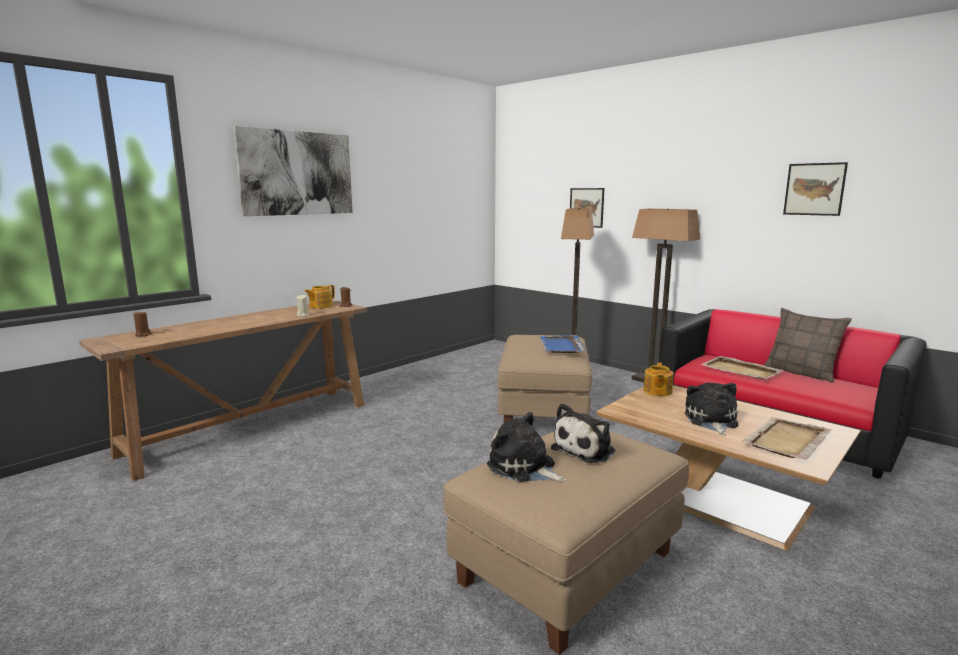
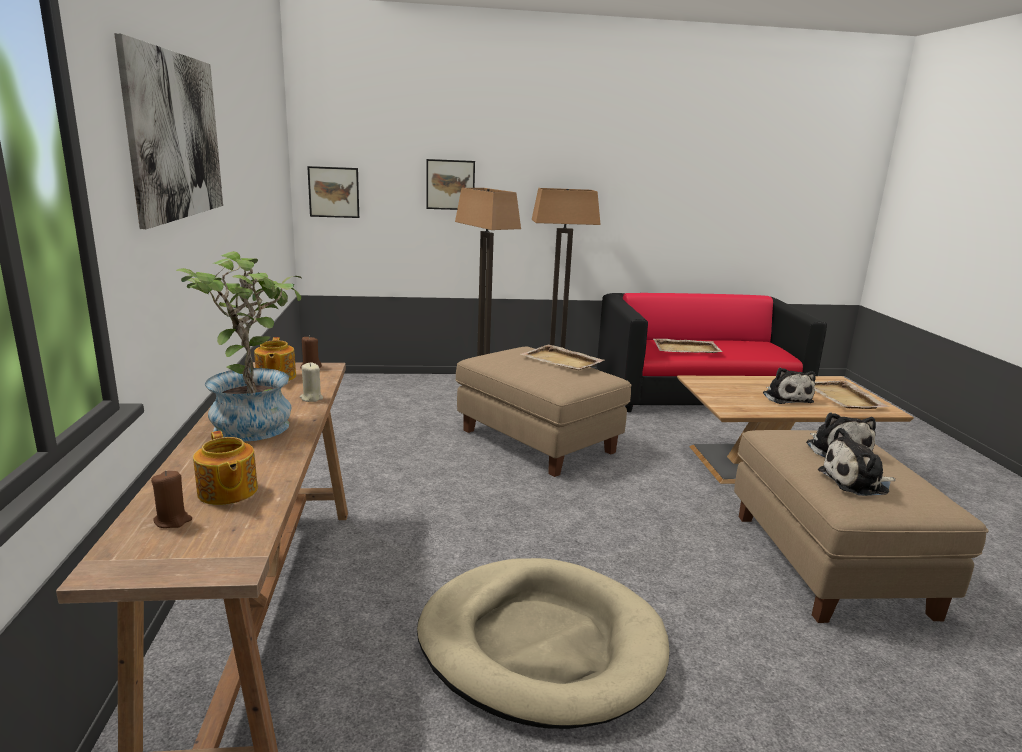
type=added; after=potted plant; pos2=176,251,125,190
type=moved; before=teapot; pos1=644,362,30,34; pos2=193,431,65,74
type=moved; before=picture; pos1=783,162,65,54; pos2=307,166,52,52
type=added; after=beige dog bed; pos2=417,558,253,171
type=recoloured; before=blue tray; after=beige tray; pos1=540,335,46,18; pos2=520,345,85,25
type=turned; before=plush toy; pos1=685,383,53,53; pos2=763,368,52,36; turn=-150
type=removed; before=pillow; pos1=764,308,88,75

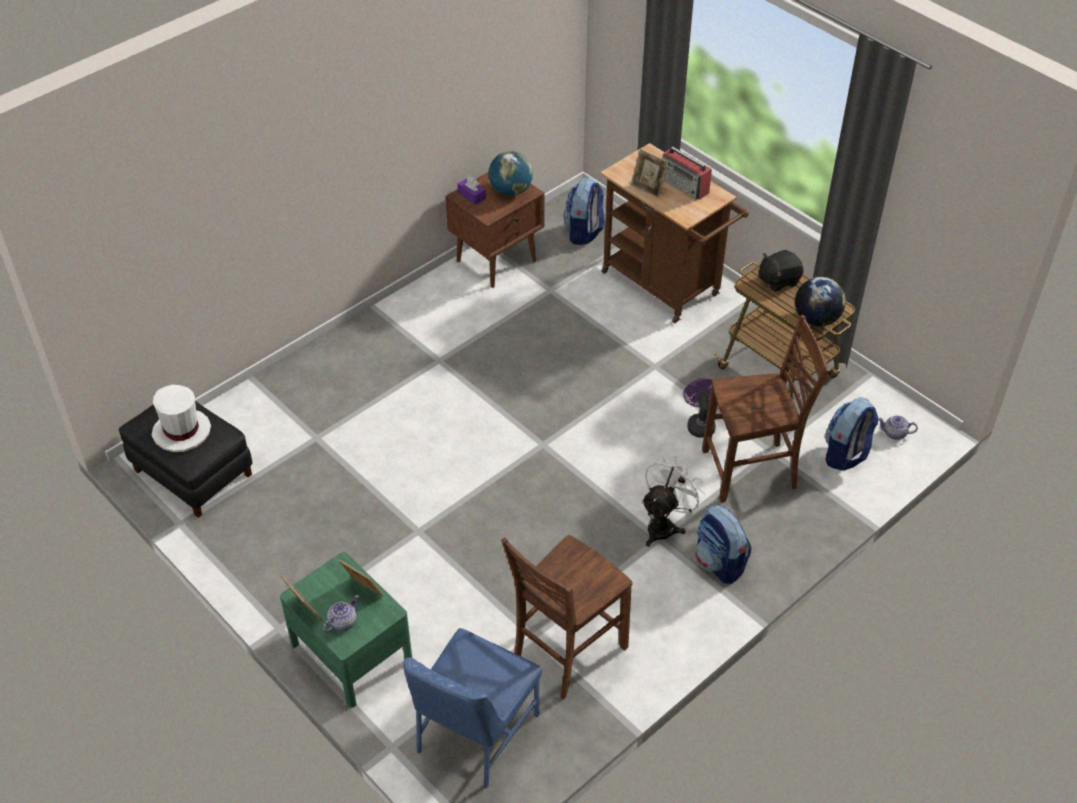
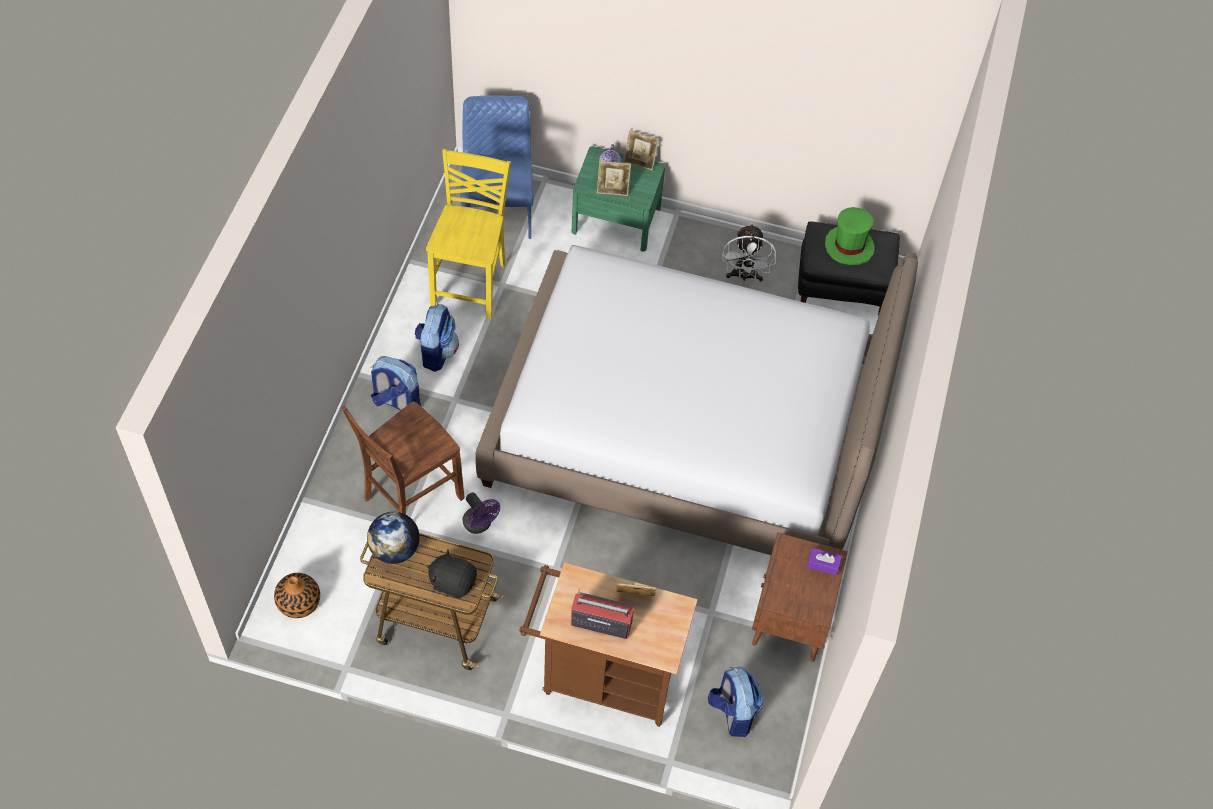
type=replaced; before=teapot; after=vase; pos1=878,415,40,25; pos2=274,573,46,45
type=moved; before=backpack; pos1=825,397,53,74; pos2=415,304,44,68
type=recoloured; before=brown chair; after=yellow chair; pos1=501,535,131,164; pos2=426,149,85,170
type=turned; before=black plush toy; pos1=758,250,46,42; pos2=427,549,50,50; turn=-105
type=added; after=bed; pos2=475,245,443,310
type=moved; before=white fan; pos1=641,456,64,91; pos2=723,224,53,58
type=recoloured; before=white hat; after=green hat; pos1=152,385,59,67; pos2=825,207,50,58
type=removed; before=globe; pos1=489,151,44,45

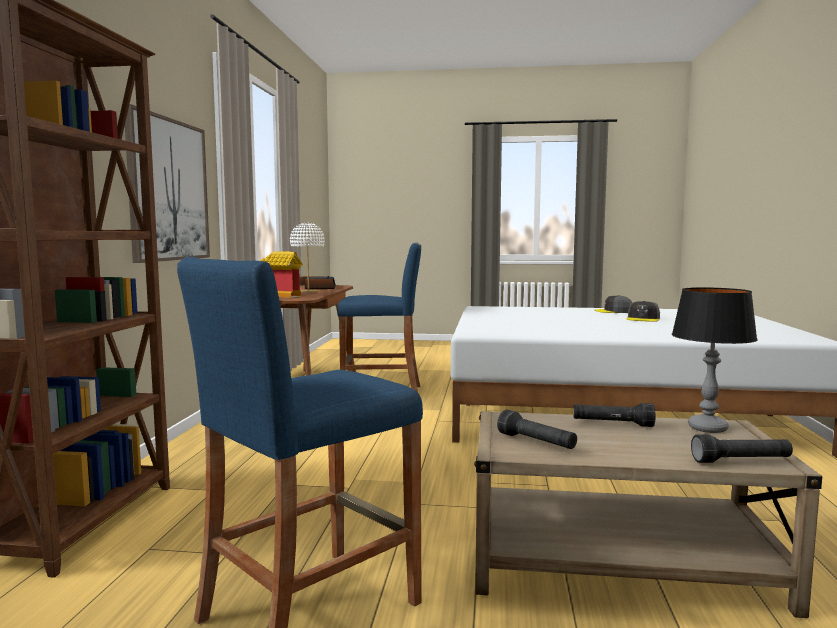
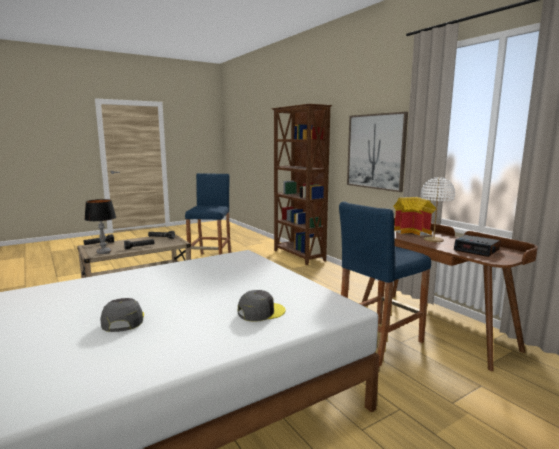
type=moved; before=grey cap; pos1=594,295,38,18; pos2=238,290,48,32

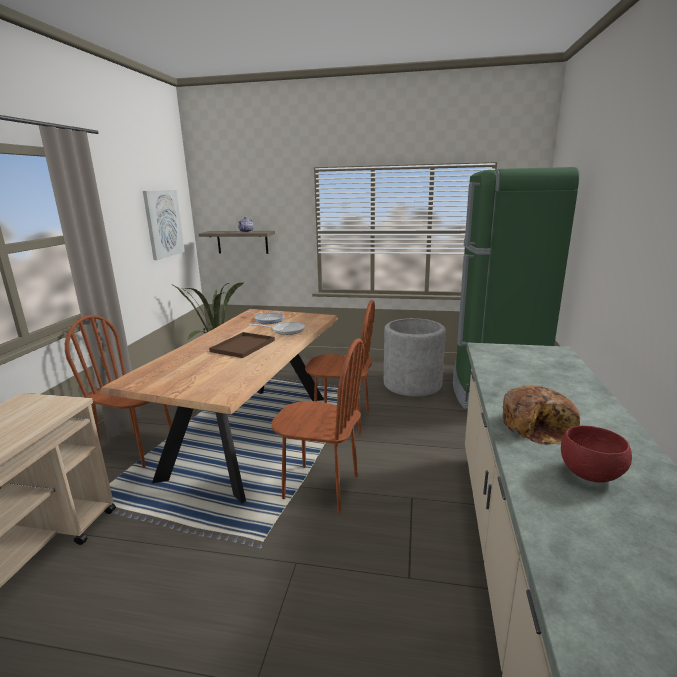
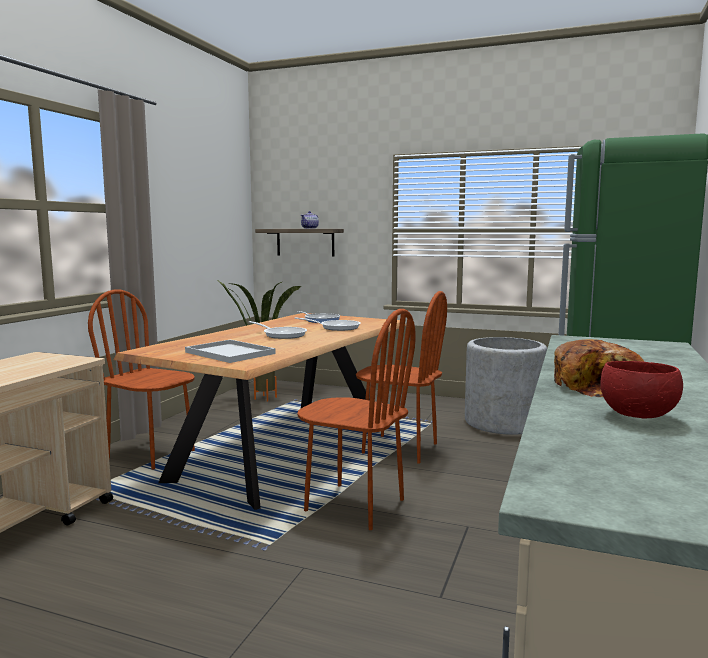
type=added; after=white tray; pos2=185,340,91,23
type=replaced; before=brown tray; after=frying pan; pos1=209,332,66,26; pos2=249,321,58,18
type=removed; before=picture; pos1=143,190,42,70

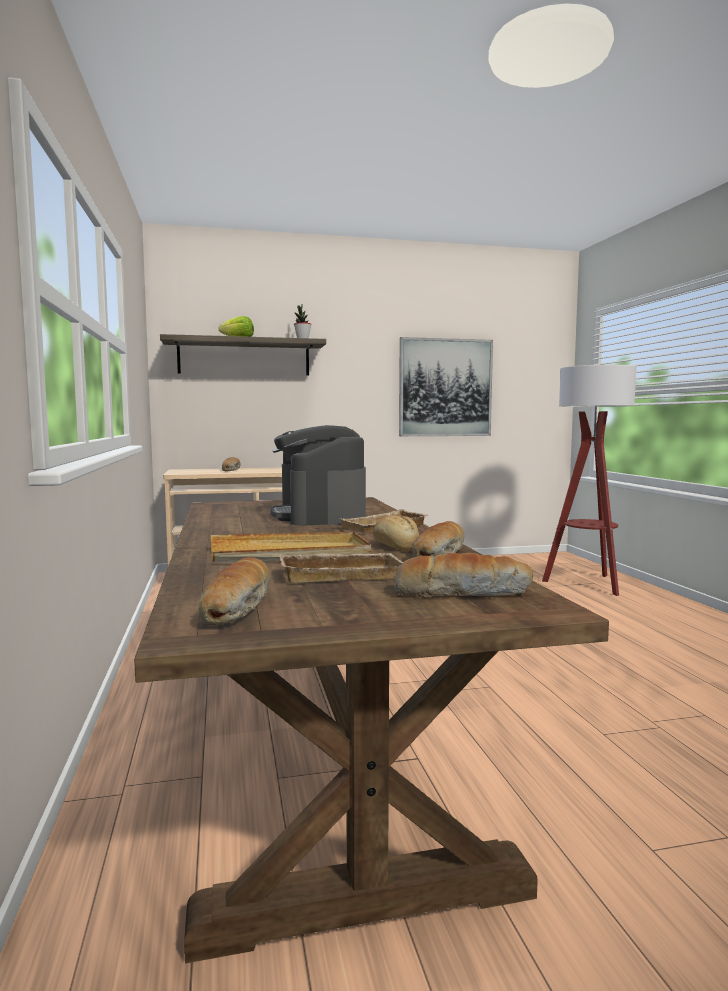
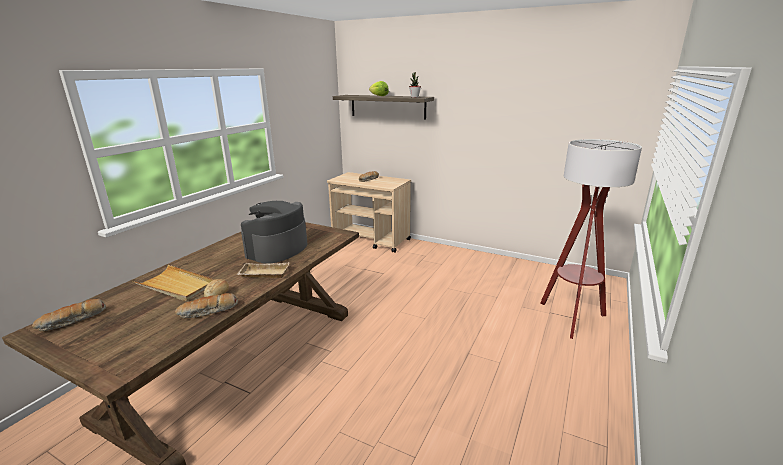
type=removed; before=beige tray; pos1=279,553,124,30
type=removed; before=bread; pos1=394,553,139,45
type=removed; before=picture; pos1=399,337,94,99

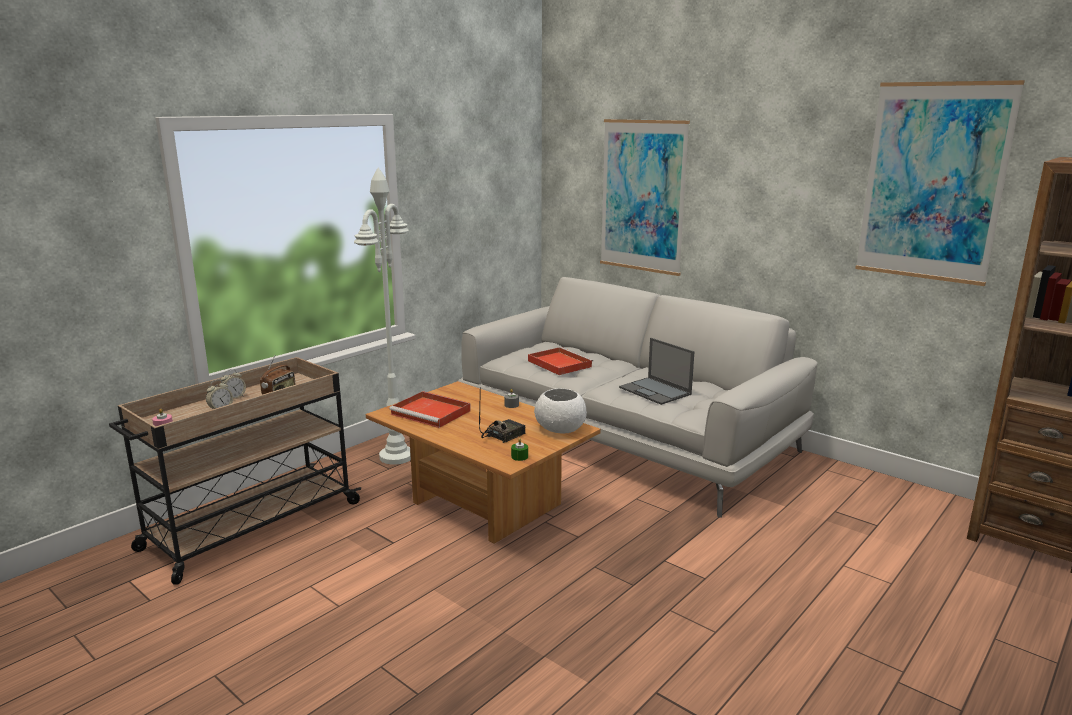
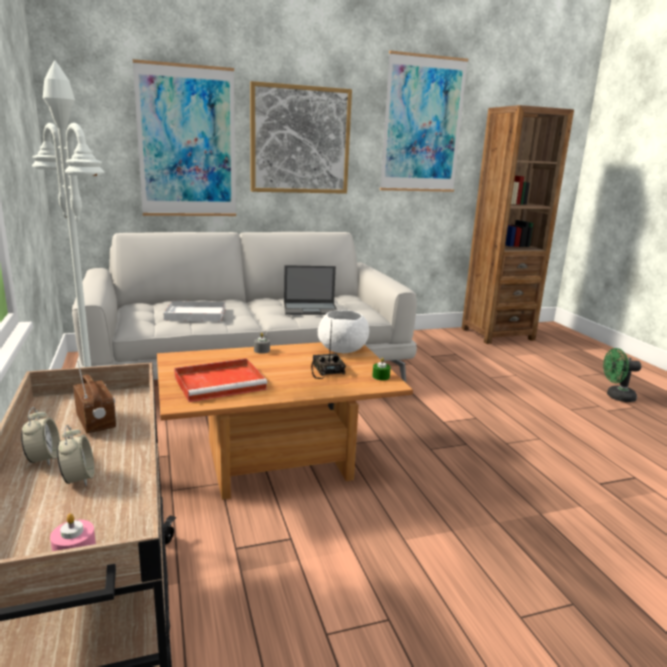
type=recoloured; before=red tray; after=white tray; pos1=528,347,65,28; pos2=164,301,62,20
type=added; after=picture; pos2=250,81,102,113
type=added; after=green fan; pos2=603,348,38,54

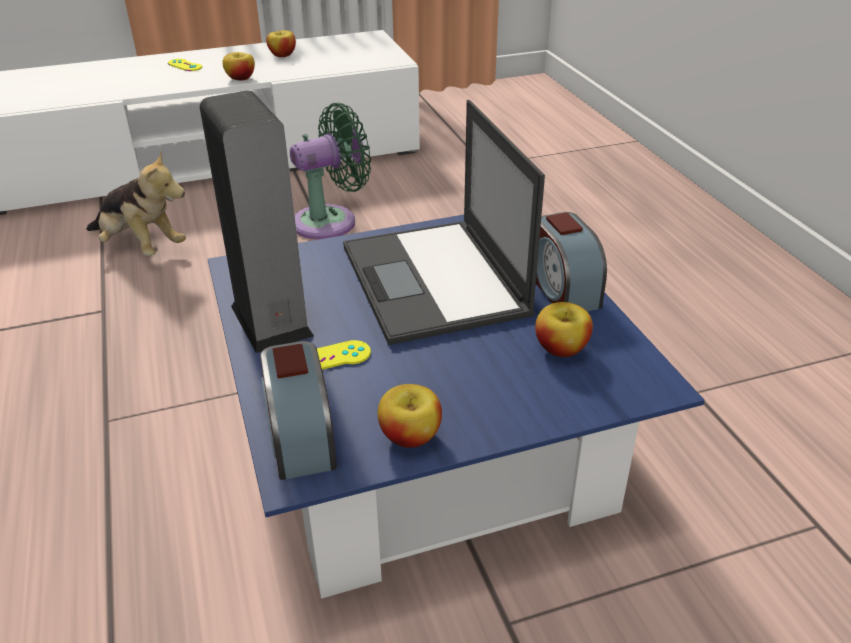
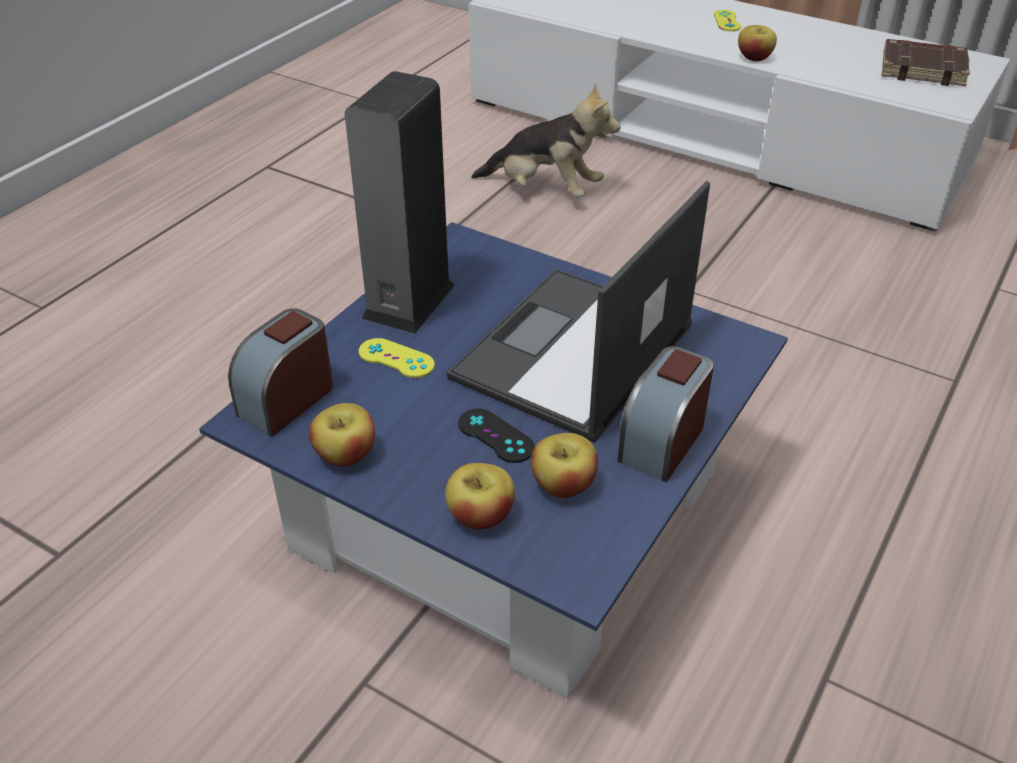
type=moved; before=apple; pos1=266,30,30,27; pos2=445,463,70,66
type=added; after=black game controller; pos2=458,409,77,54
type=turned; before=plush toy; pos1=86,151,100,105; pos2=472,83,148,115; turn=-60
type=added; after=brown book; pos2=882,39,88,47
type=removed; before=green fan; pos1=290,102,81,137

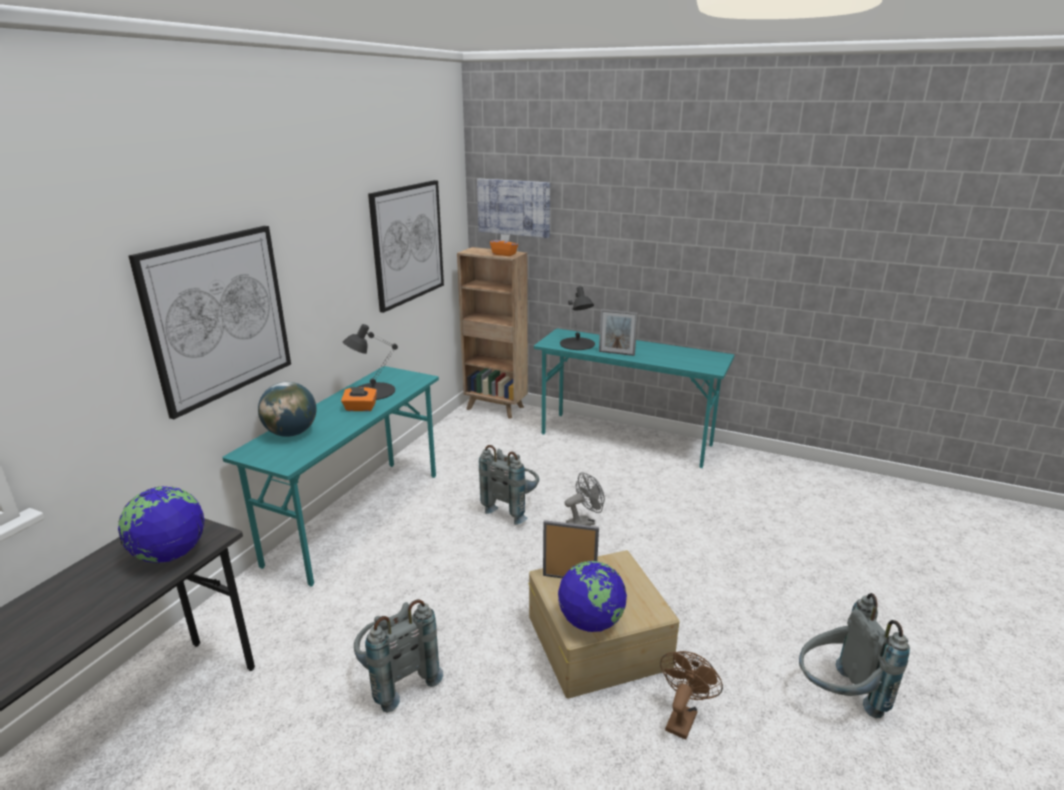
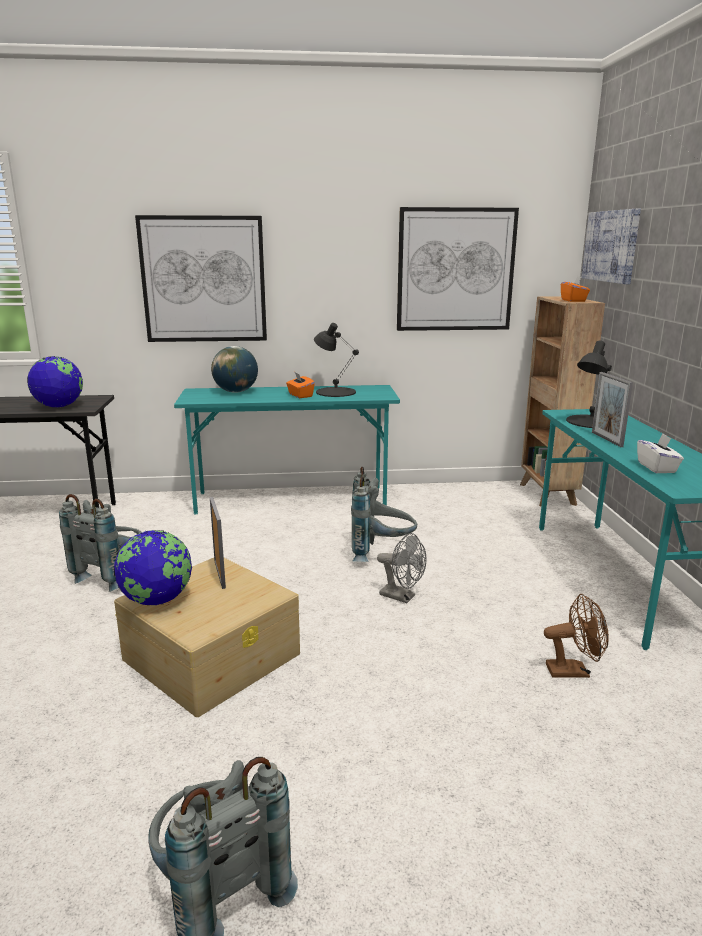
type=moved; before=brown fan; pos1=660,651,63,89; pos2=544,594,65,84
type=added; after=white tissue box; pos2=637,434,47,39

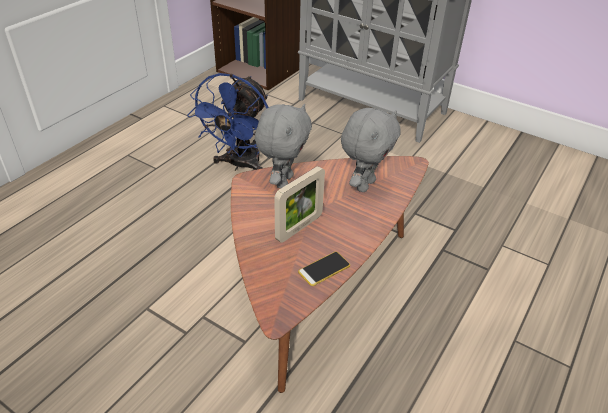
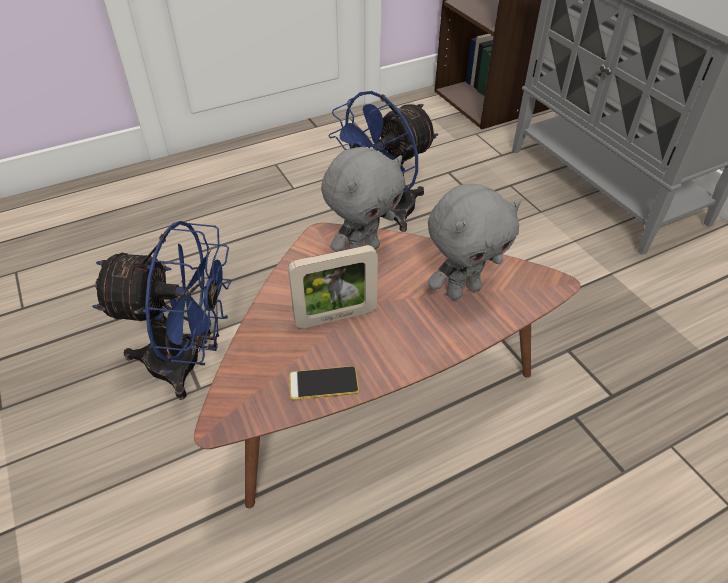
type=added; after=blue fan; pos2=92,221,140,179

